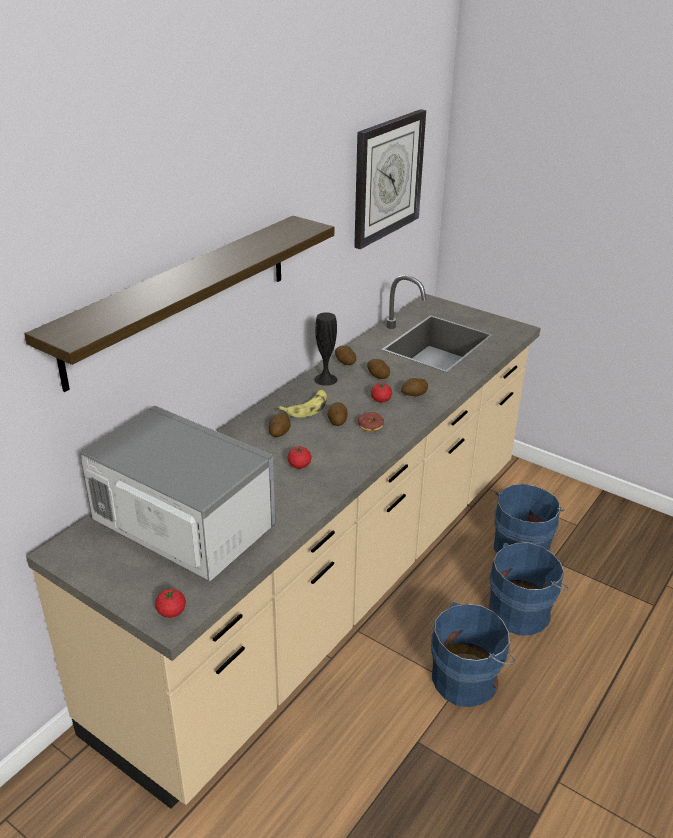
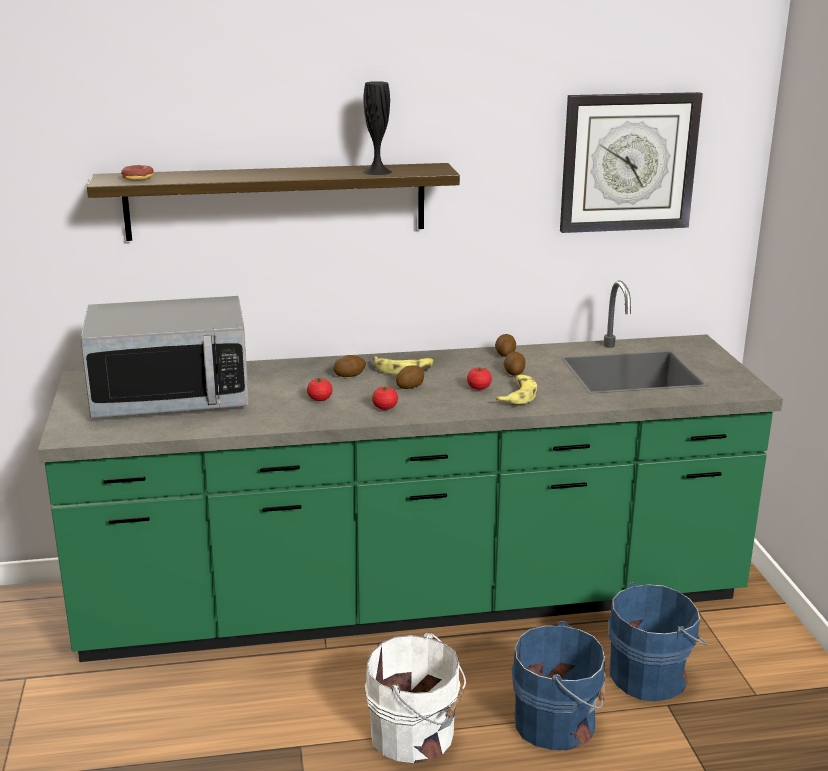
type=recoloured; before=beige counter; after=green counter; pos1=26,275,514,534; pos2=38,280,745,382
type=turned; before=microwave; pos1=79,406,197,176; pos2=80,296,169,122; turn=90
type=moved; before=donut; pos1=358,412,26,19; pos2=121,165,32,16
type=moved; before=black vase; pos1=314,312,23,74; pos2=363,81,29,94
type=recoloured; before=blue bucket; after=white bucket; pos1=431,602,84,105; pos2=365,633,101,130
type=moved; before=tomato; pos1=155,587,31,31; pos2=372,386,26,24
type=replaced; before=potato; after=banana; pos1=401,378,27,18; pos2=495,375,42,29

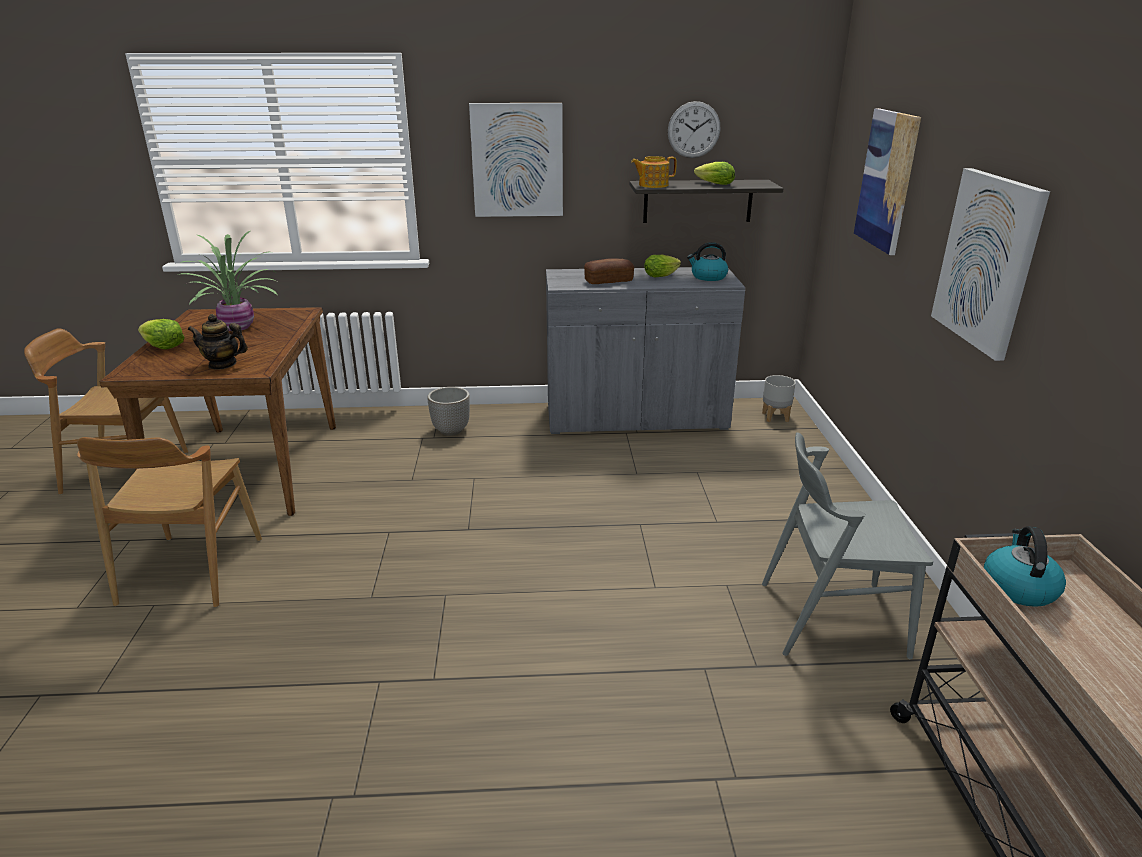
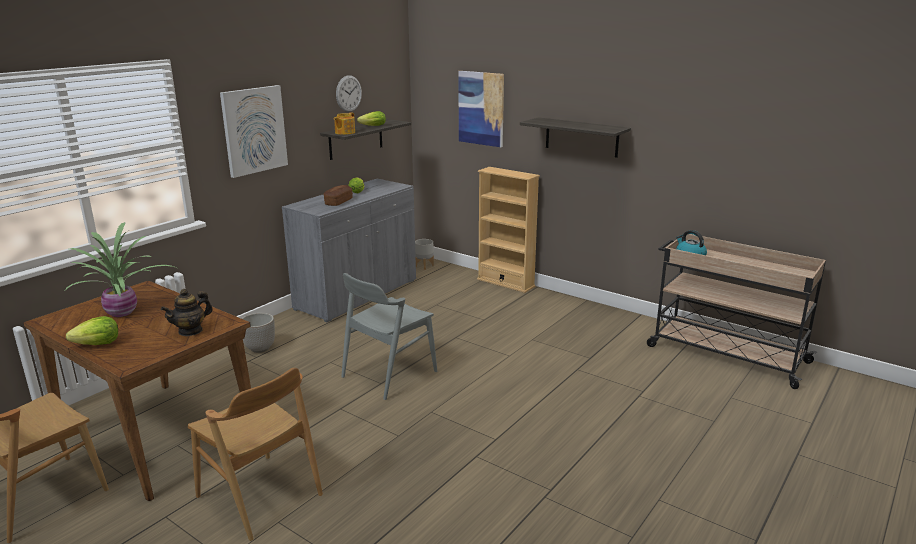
type=moved; before=grey chair; pos1=762,432,171,227; pos2=341,273,96,127
type=added; after=beige bookcase; pos2=477,167,63,126
type=replaced; before=picture; after=shelf; pos1=931,168,119,193; pos2=520,117,111,41
type=removed; before=kettle; pos1=687,242,41,39

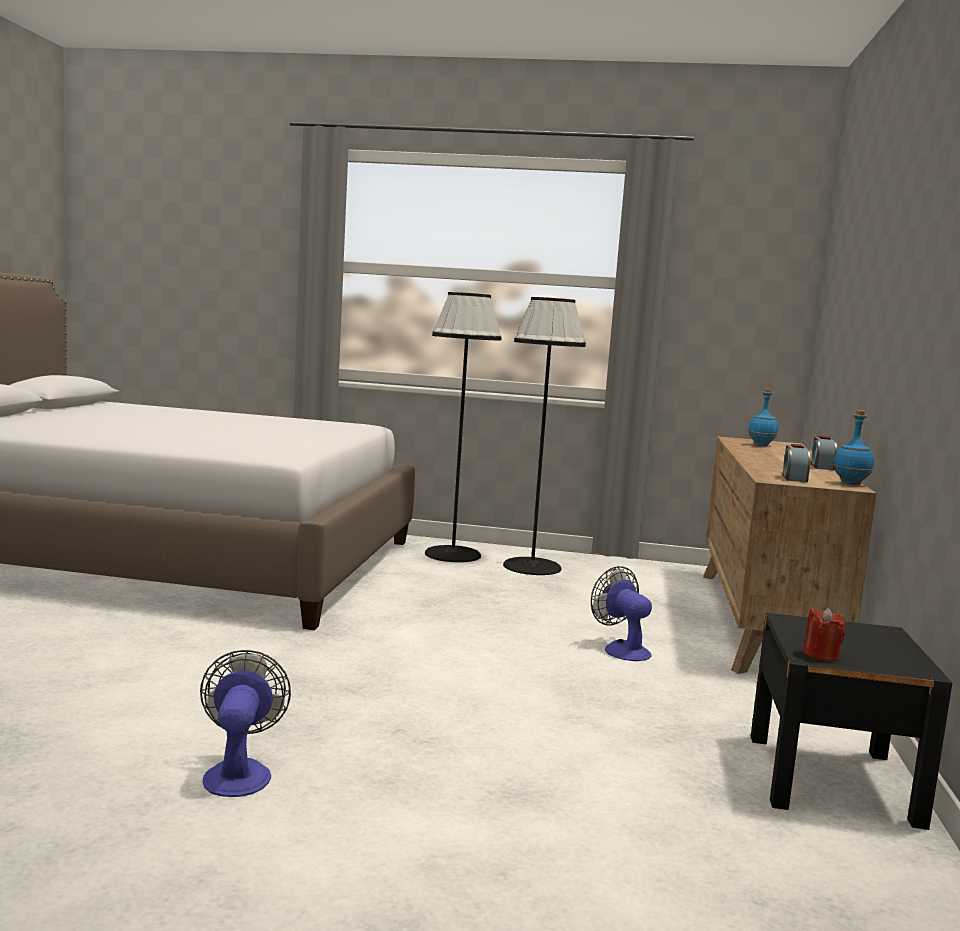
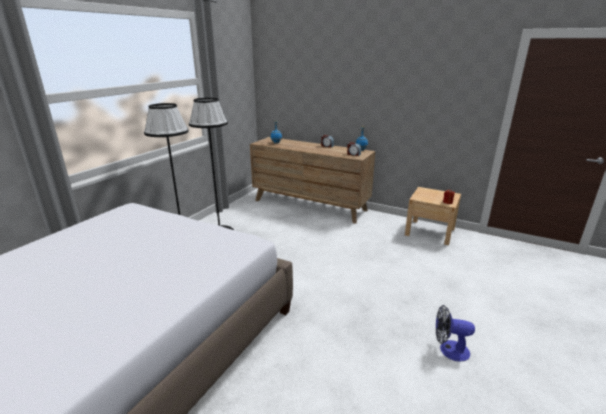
type=recoloured; before=black nightstand; after=beige nightstand; pos1=751,613,201,217; pos2=405,187,56,58
type=removed; before=fan; pos1=591,566,61,95

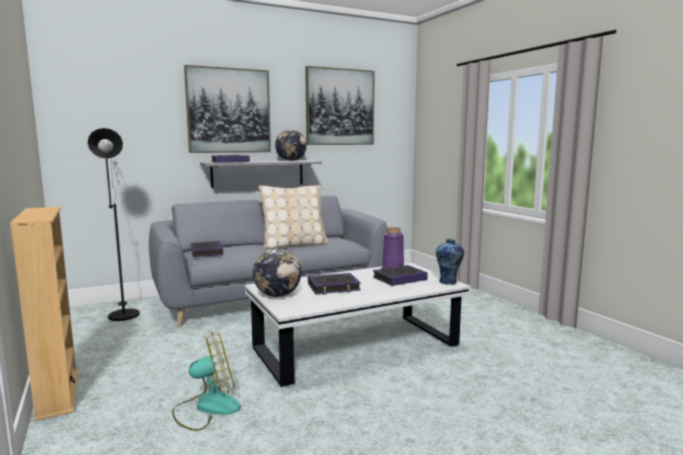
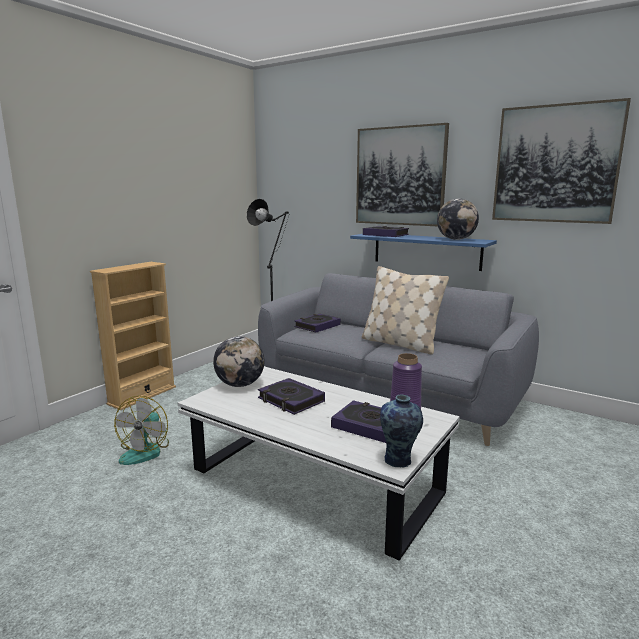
type=turned; before=fan; pos1=172,331,69,100; pos2=114,396,55,69; turn=60
type=recoloured; before=grey shelf; after=blue shelf; pos1=200,160,122,28; pos2=350,234,147,37

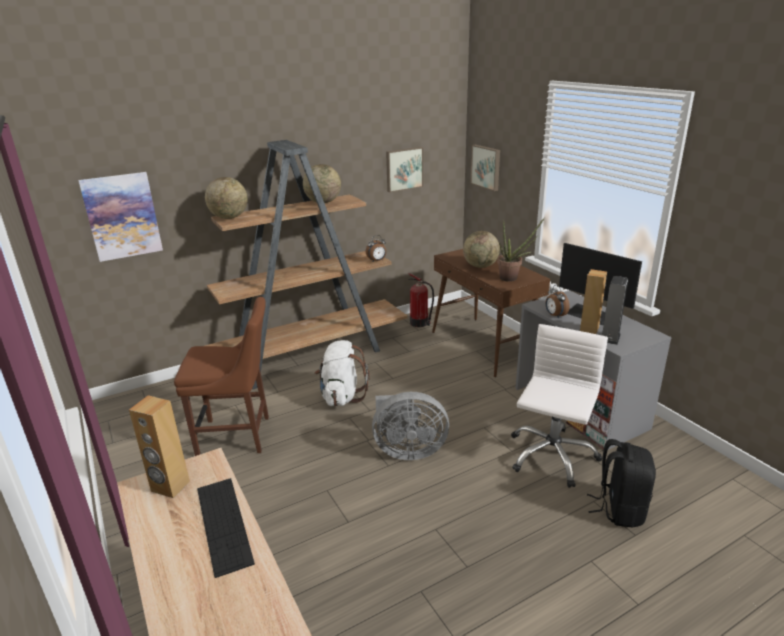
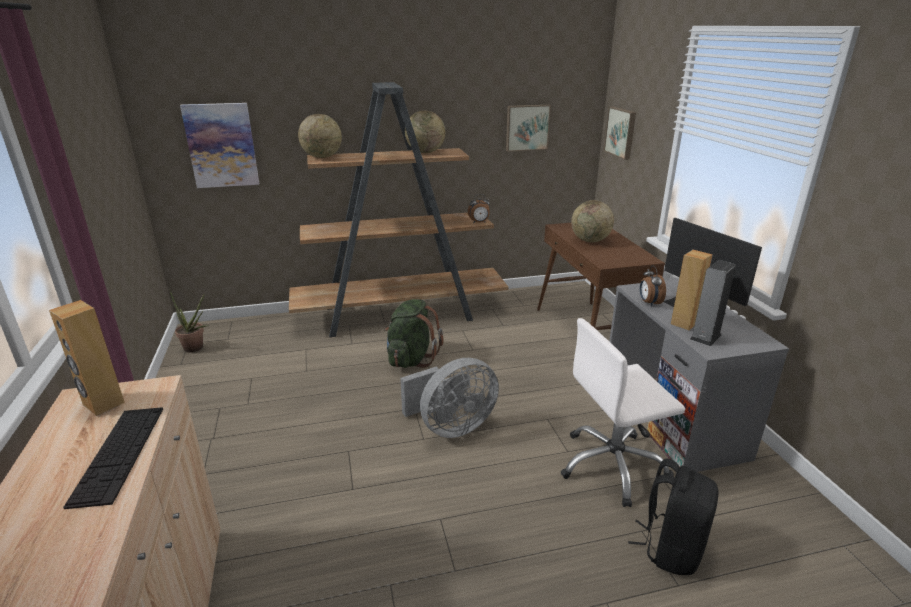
type=moved; before=potted plant; pos1=497,217,48,65; pos2=170,291,39,62
type=recoloured; before=white backpack; after=green backpack; pos1=315,340,55,66; pos2=385,299,59,69
type=turned; before=grey fan; pos1=372,392,77,68; pos2=400,358,99,80; turn=-45
type=turned; before=white office chair; pos1=511,324,97,164; pos2=561,318,124,189; turn=-150
type=removed; before=brown chair; pos1=174,297,95,159
type=removed; before=fire extinguisher; pos1=408,273,26,54

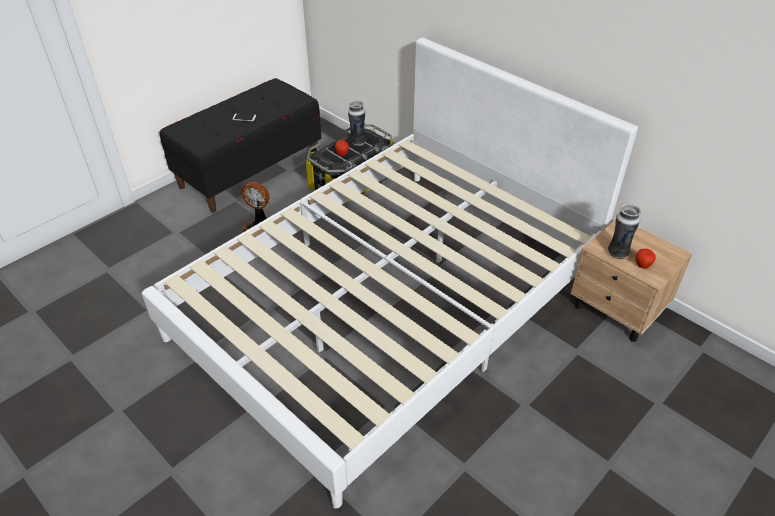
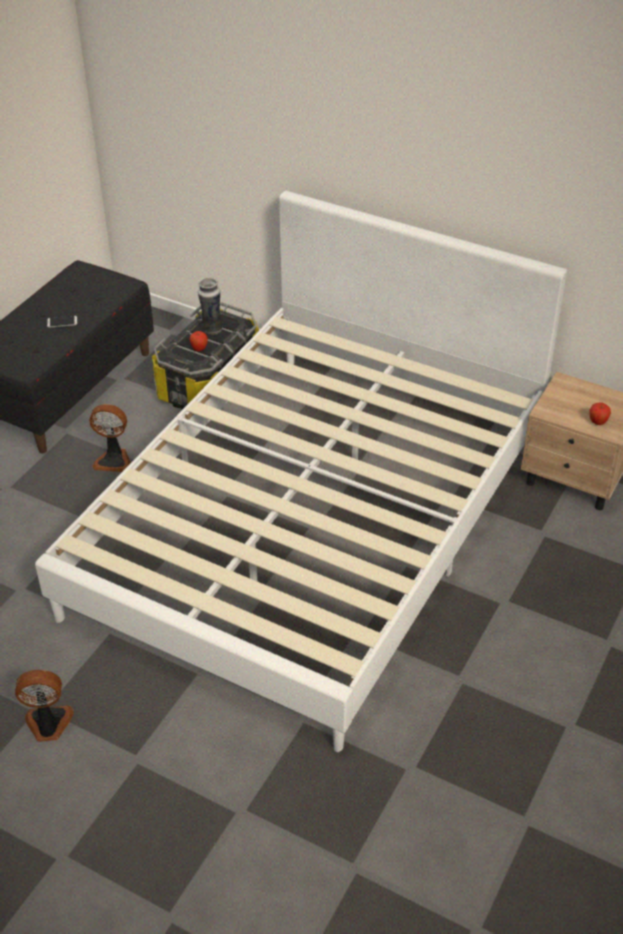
type=added; after=fan; pos2=15,670,59,72
type=removed; before=vase; pos1=608,204,33,55

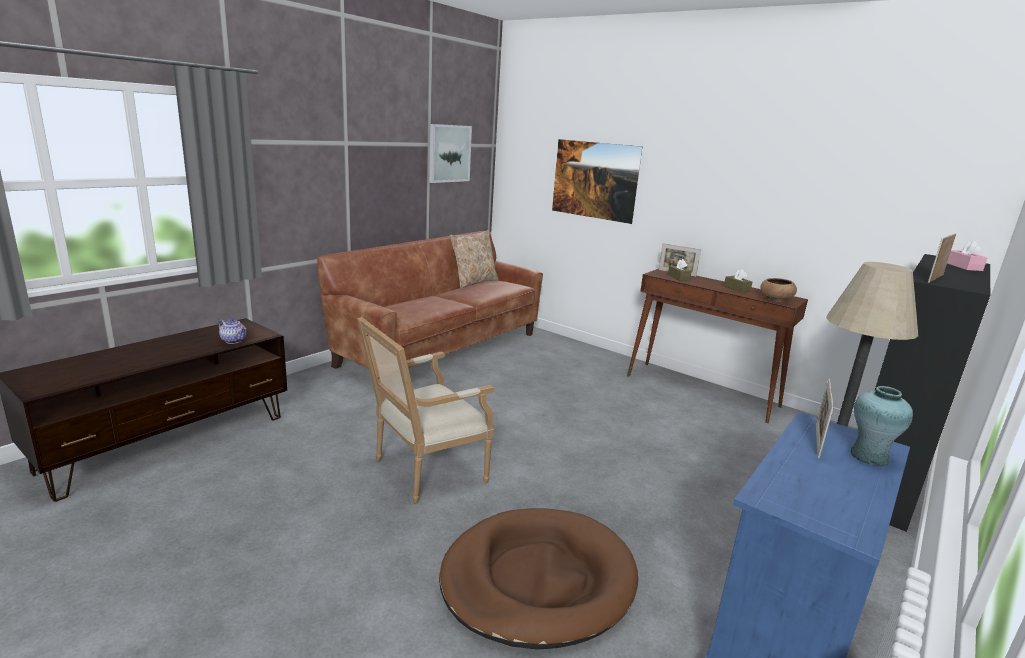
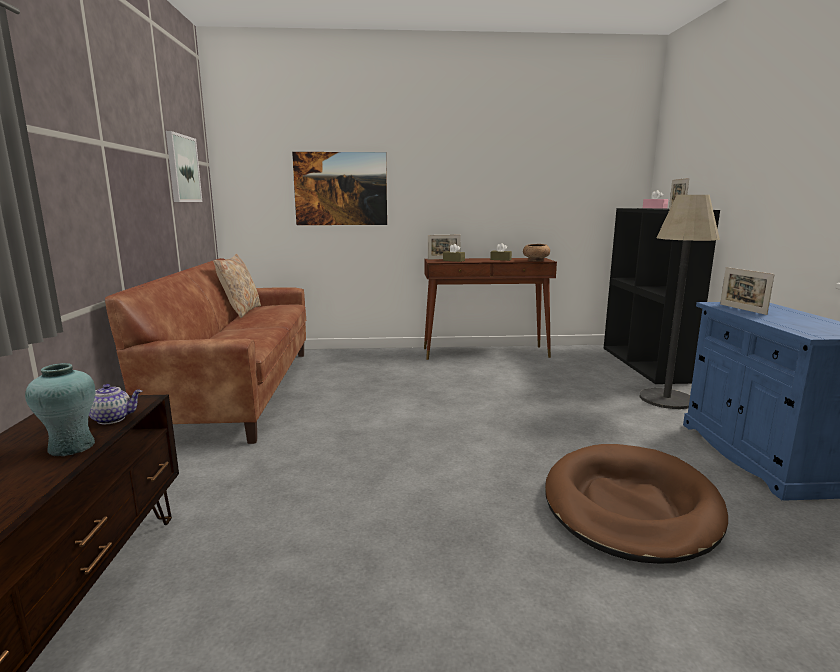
type=moved; before=turquoise vase; pos1=851,386,62,80; pos2=25,363,70,93
type=removed; before=armchair; pos1=357,317,138,187

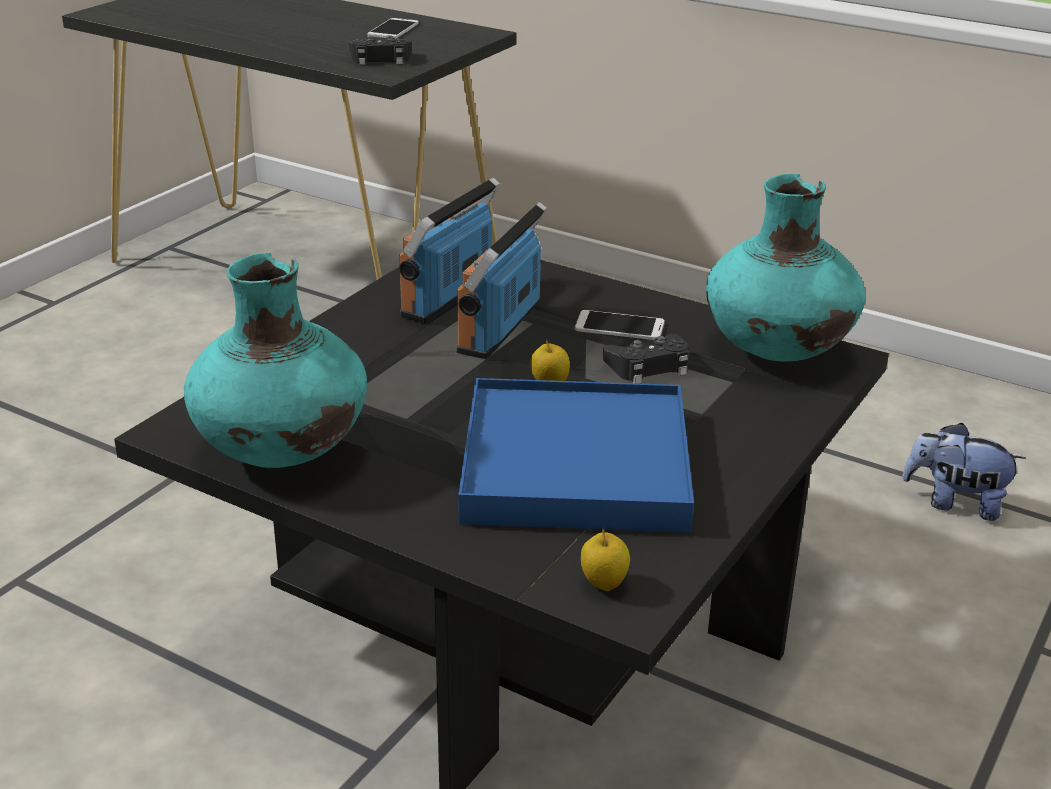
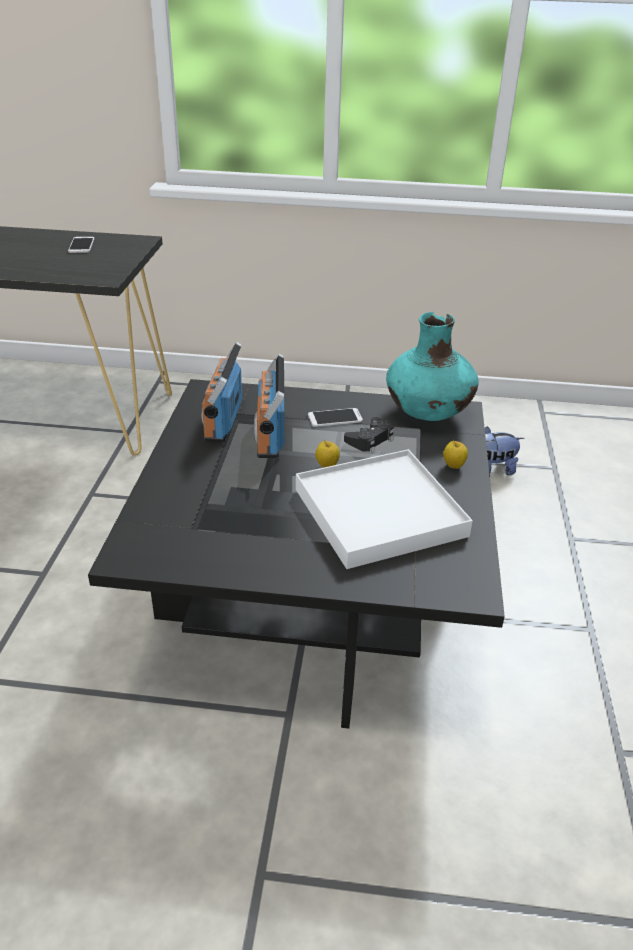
type=recoloured; before=blue tray; after=white tray; pos1=458,378,236,155; pos2=296,449,177,120
type=moved; before=apple; pos1=581,529,49,62; pos2=443,439,25,30
type=removed; before=turquoise vase; pos1=184,253,183,215
type=removed; before=black game controller; pos1=349,35,63,30

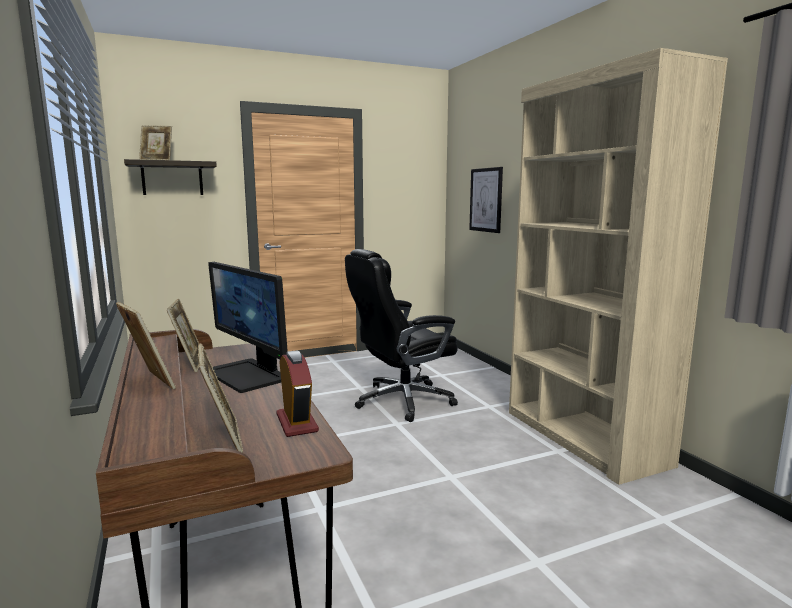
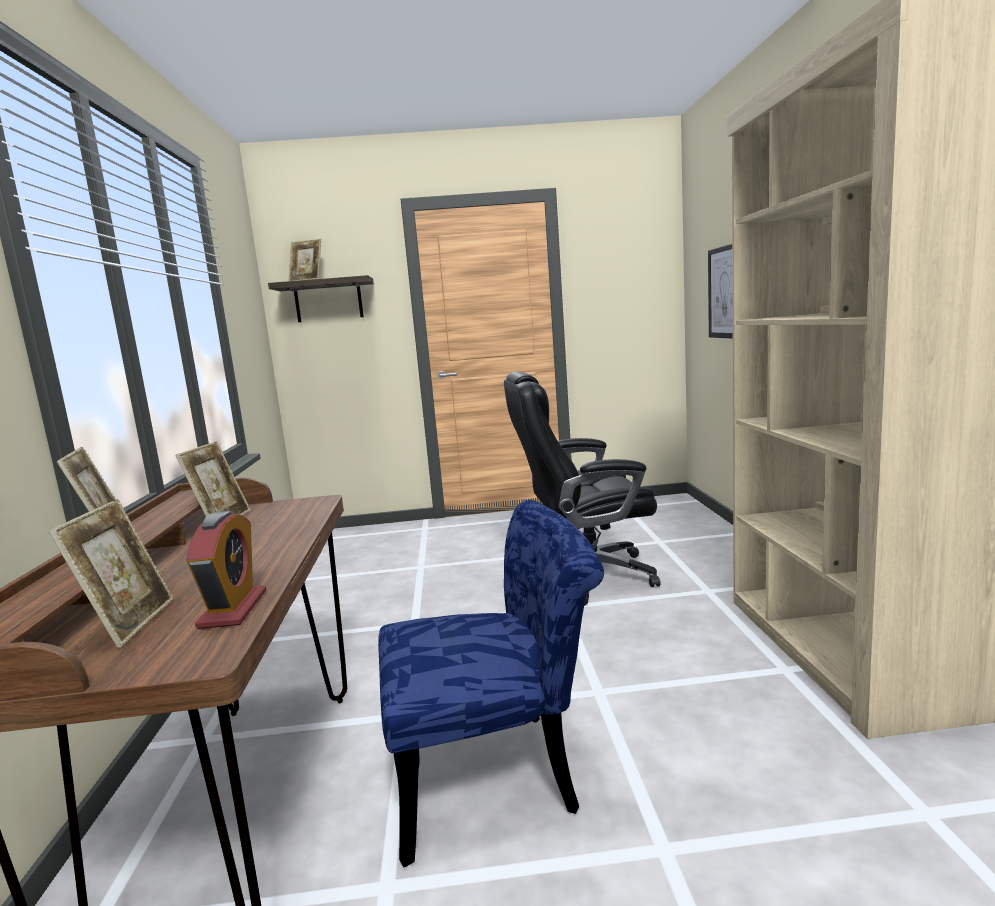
type=added; after=blue chair; pos2=378,500,226,367
type=removed; before=monitor; pos1=208,262,79,131

